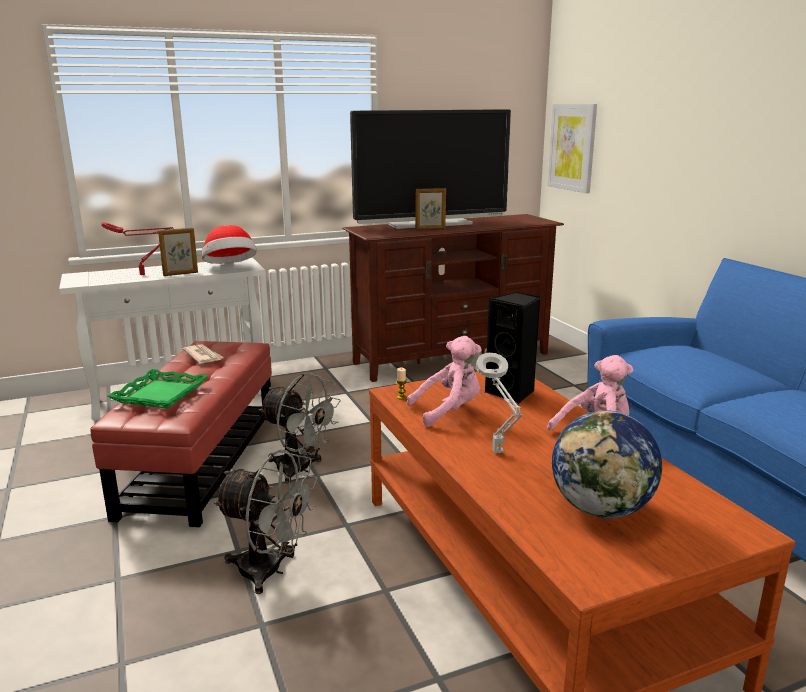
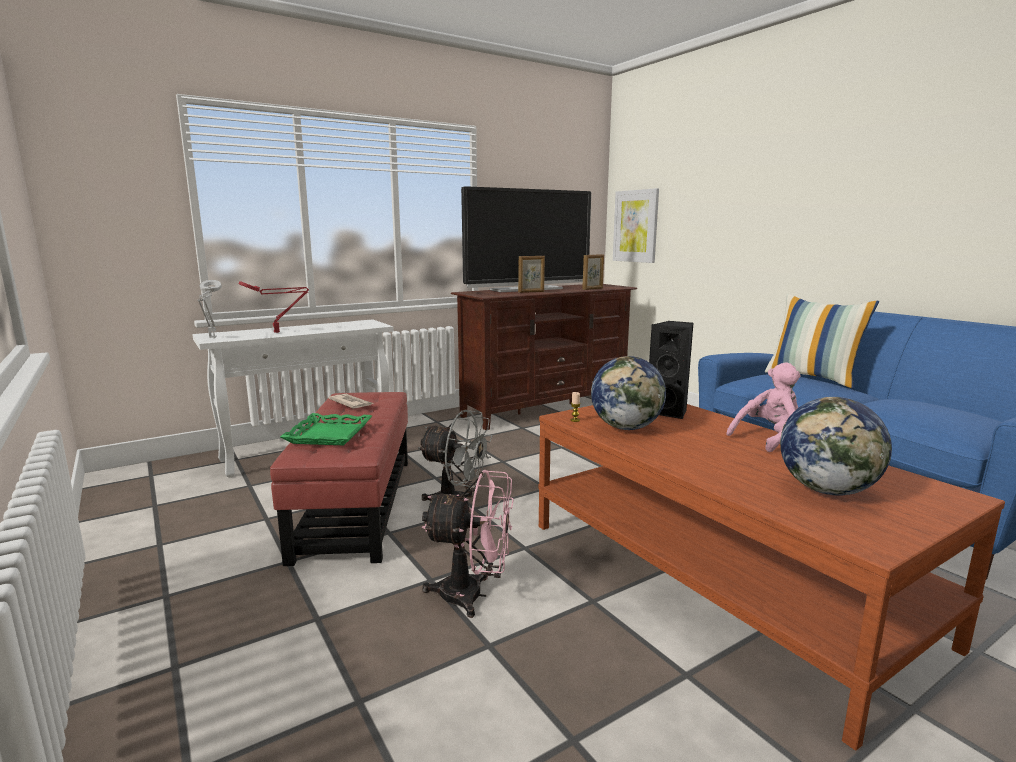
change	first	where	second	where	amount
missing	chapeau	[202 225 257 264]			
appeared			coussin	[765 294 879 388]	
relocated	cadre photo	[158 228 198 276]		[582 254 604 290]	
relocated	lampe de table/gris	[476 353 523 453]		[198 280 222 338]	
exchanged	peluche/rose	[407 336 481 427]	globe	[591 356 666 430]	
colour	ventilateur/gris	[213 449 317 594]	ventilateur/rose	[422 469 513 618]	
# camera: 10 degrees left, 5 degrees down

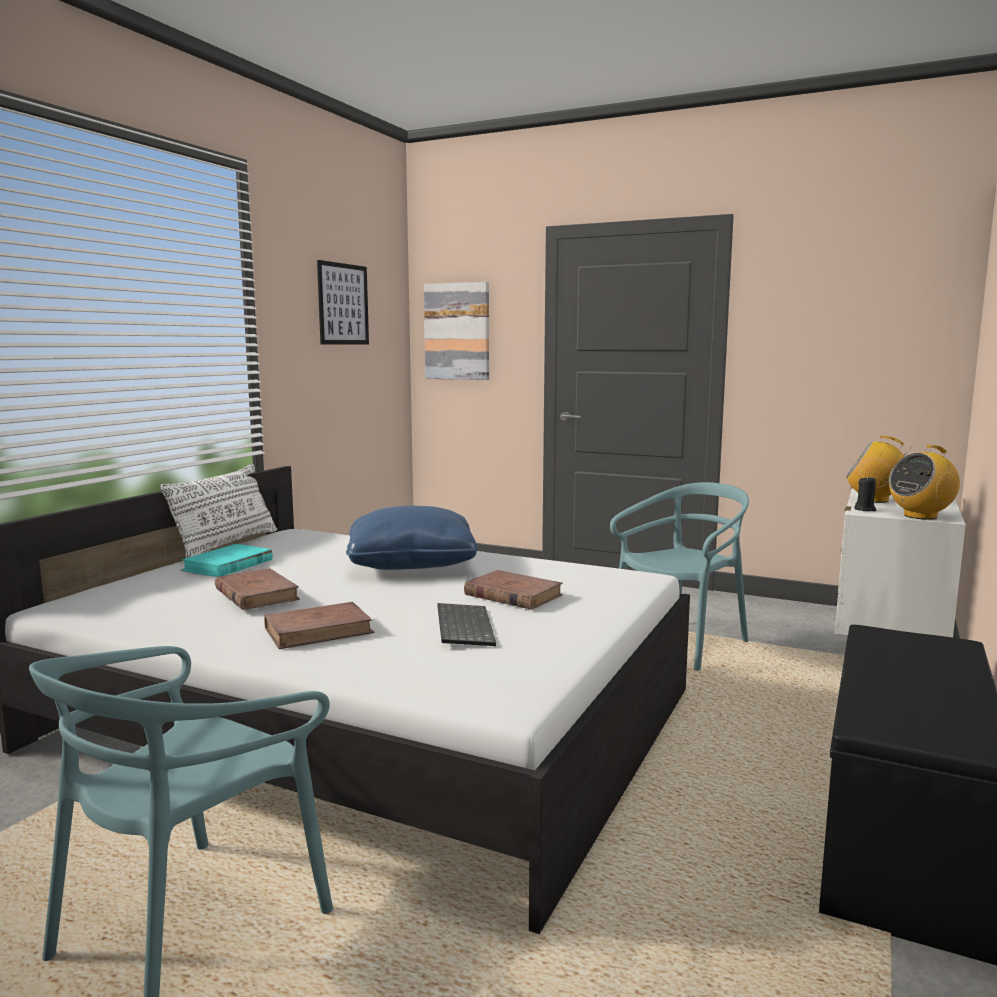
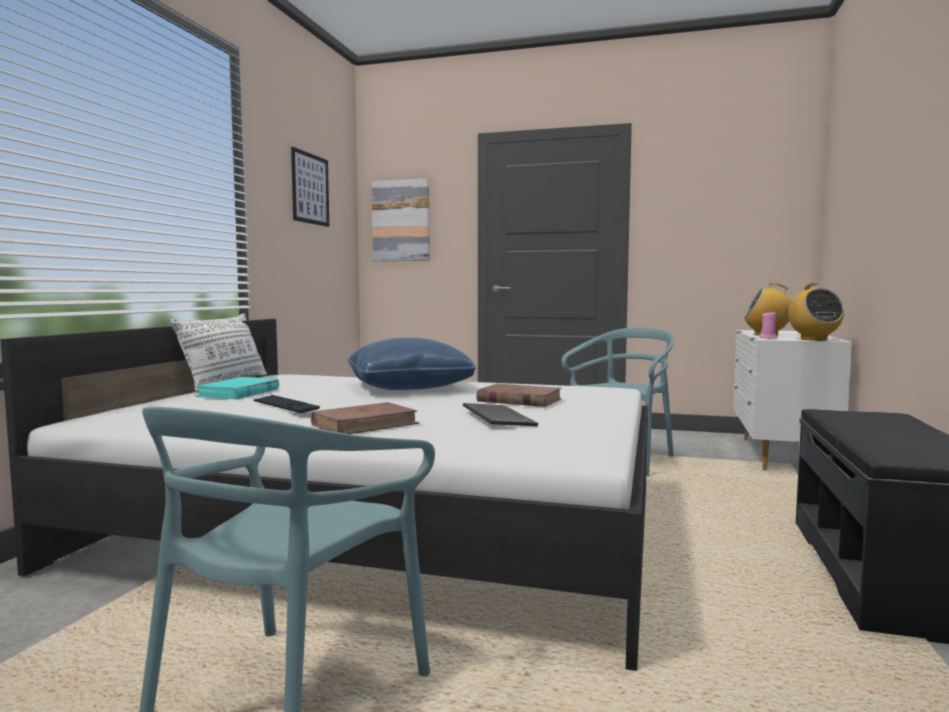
change	first	where	second	where	amount
exchanged	livre/marron	[215 568 300 610]	clavier	[254 395 320 413]	
colour	bougie/noir	[854 477 876 511]	bougie/rose	[759 311 778 338]	
spun	radio	[889 445 960 520]		[788 283 844 341]	60 degrees counterclockwise
# camera: 10 degrees left, 5 degrees down

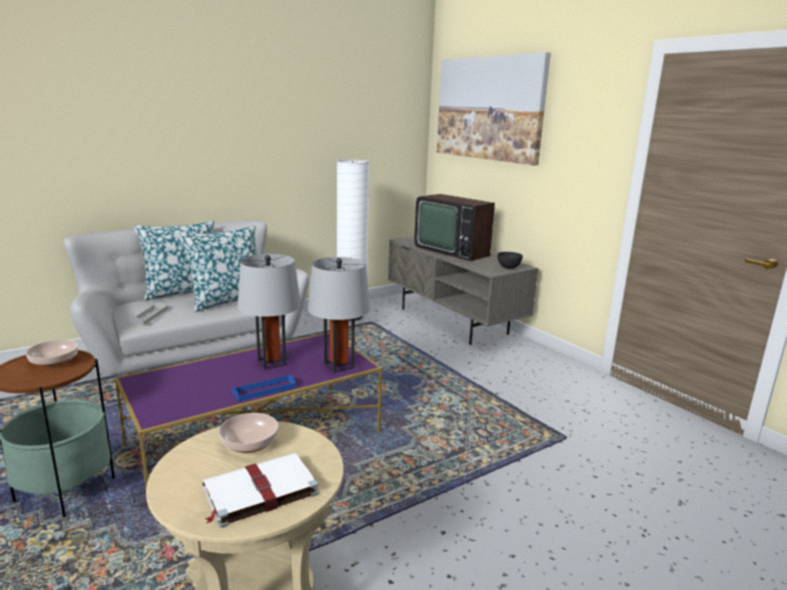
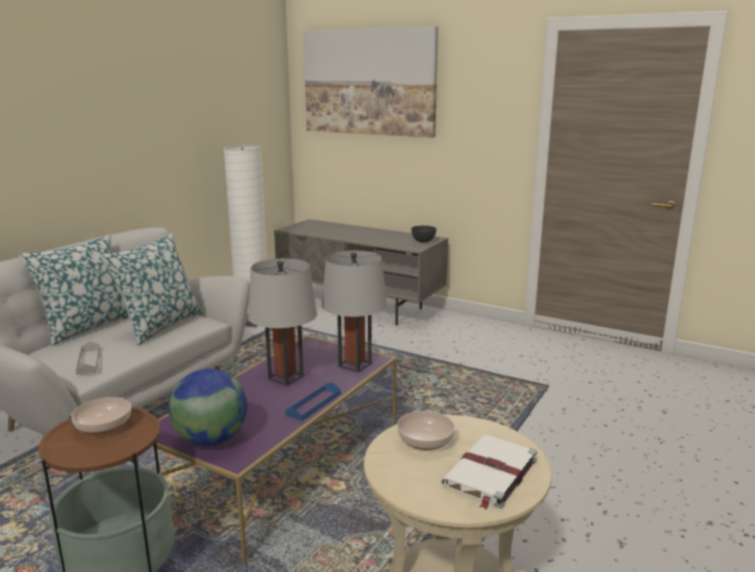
change	first	where	second	where	amount
missing	téléviseur	[414 194 495 261]			
appeared			globe	[169 369 247 446]	
# camera: 25 degrees left, 0 degrees up

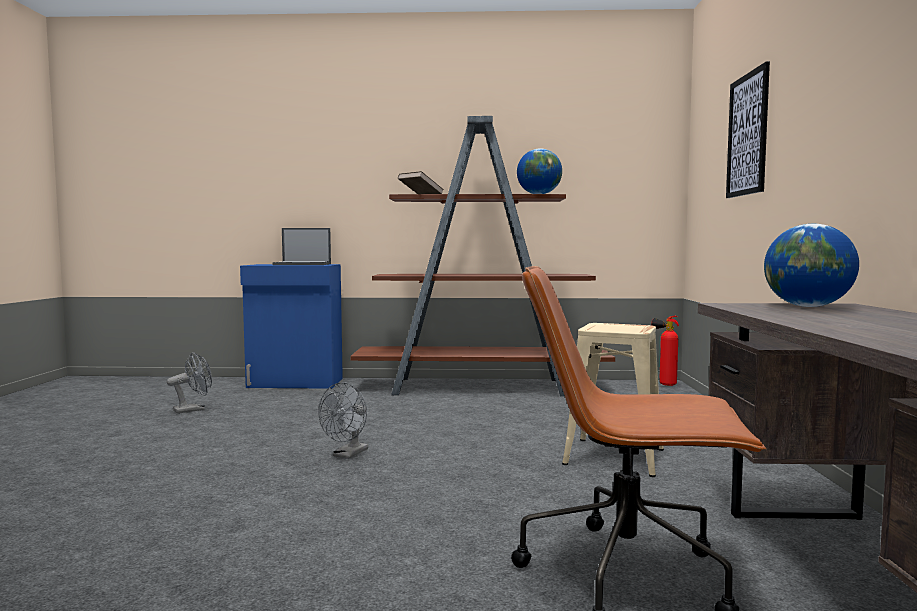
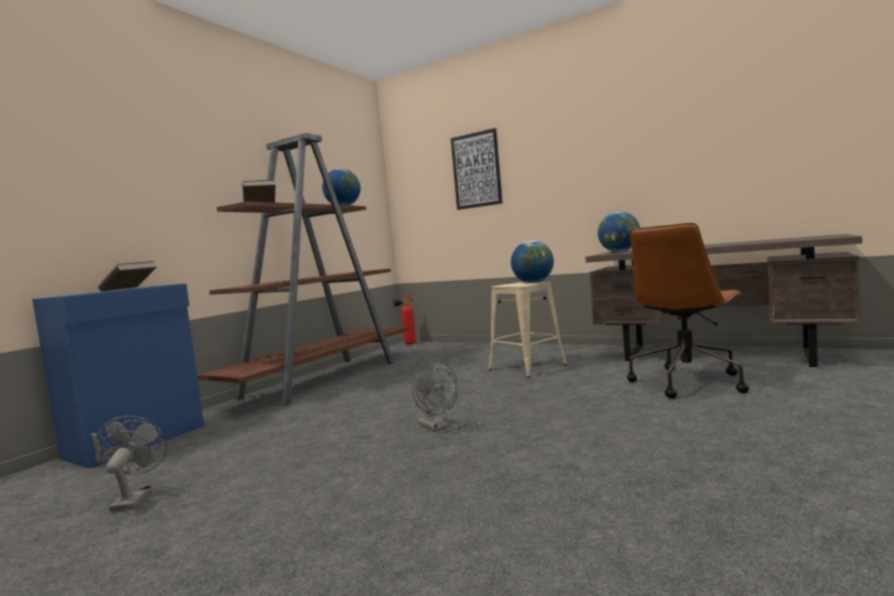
change	first	where	second	where	amount
appeared			globe	[511 241 554 283]	
exchanged	ordinateur portable	[272 228 331 265]	livre/marron	[98 261 157 291]	
# camera: 60 degrees left, 0 degrees up

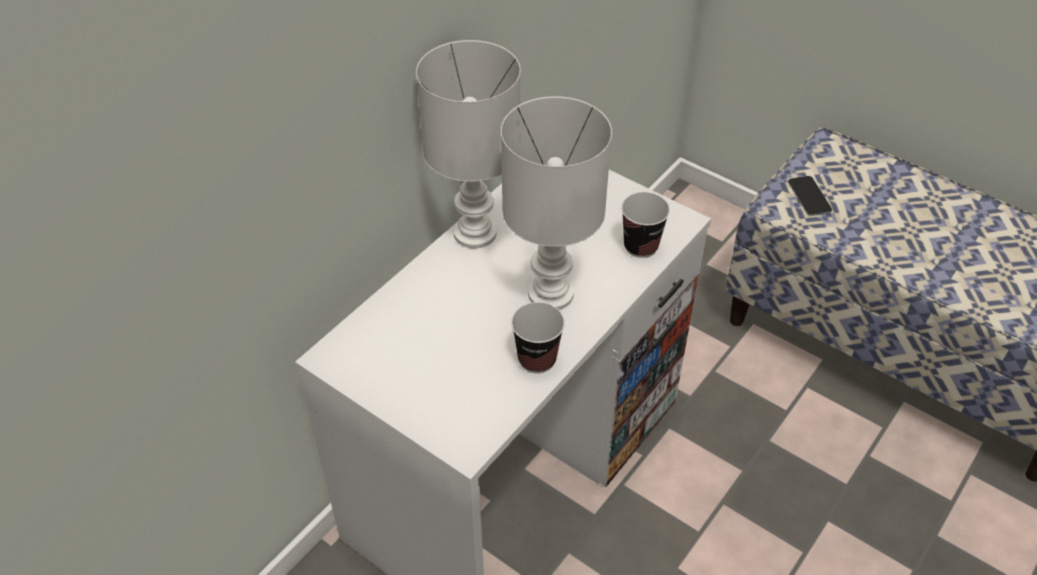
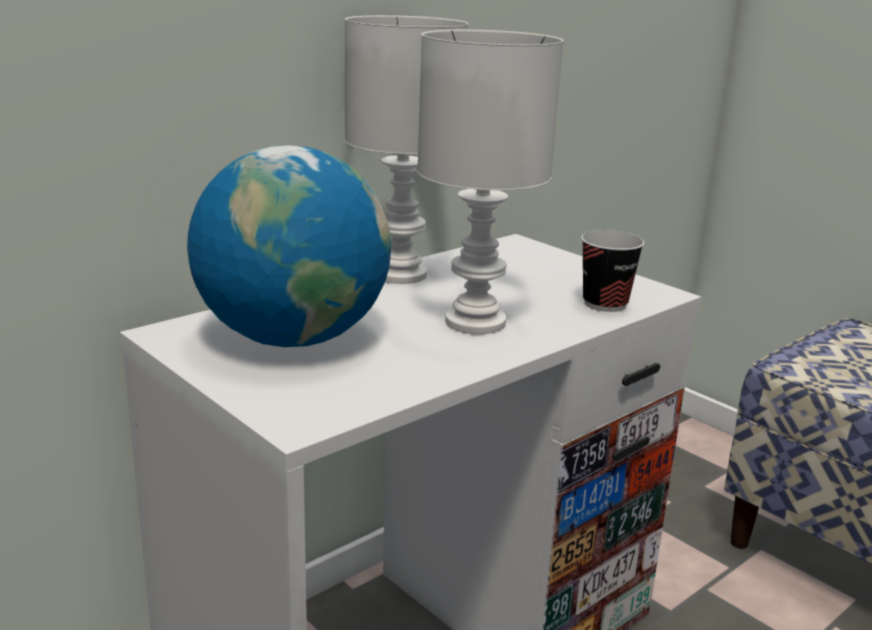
change	first	where	second	where	amount
missing	tasse	[511 302 565 373]			
missing	téléphone	[788 176 832 216]			
appeared			globe	[187 145 391 347]	
# camera: 10 degrees right, 25 degrees down

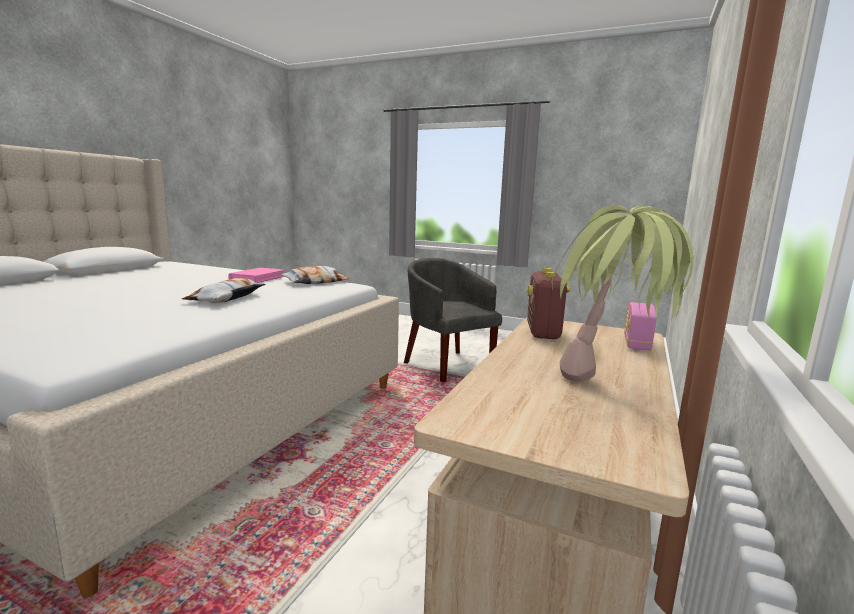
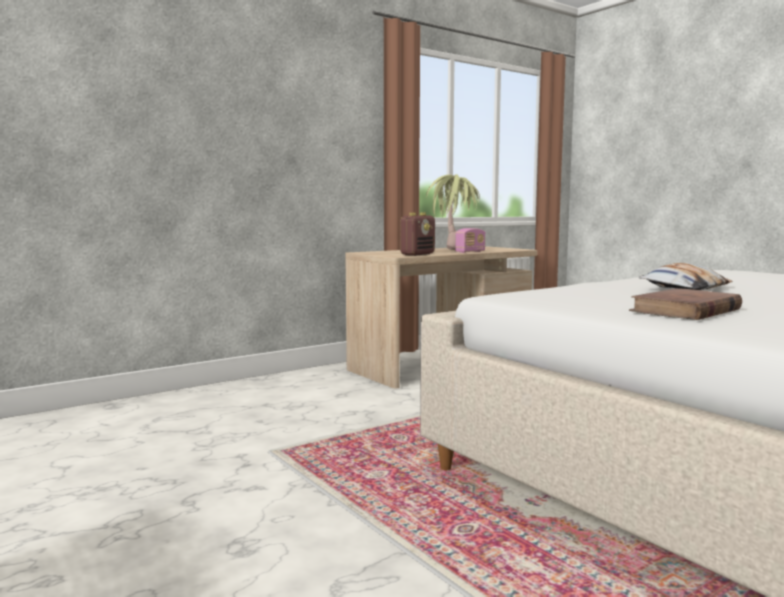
change	first	where	second	where	amount
missing	coussin	[280 266 349 284]			
missing	fauteuil/gris	[404 258 502 382]			
relocated	radio	[624 302 657 351]		[455 228 485 253]	
colour	livre/rose	[228 268 285 283]	livre/marron	[629 288 742 320]	
# camera: 150 degrees left, 5 degrees down

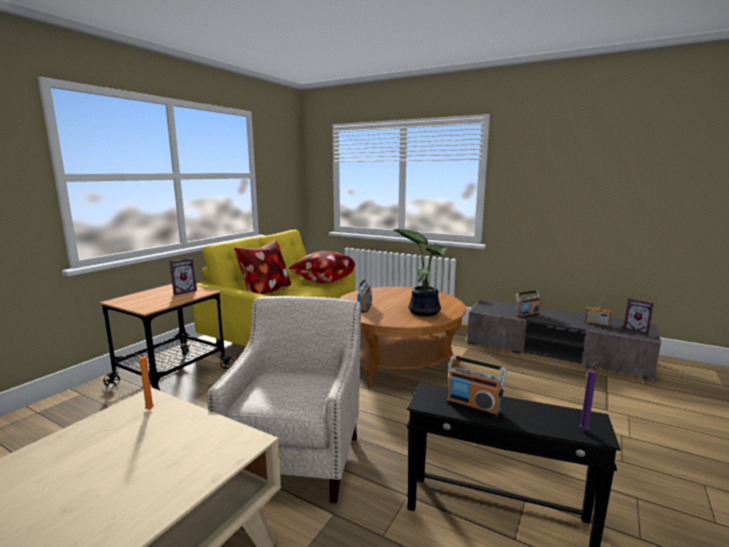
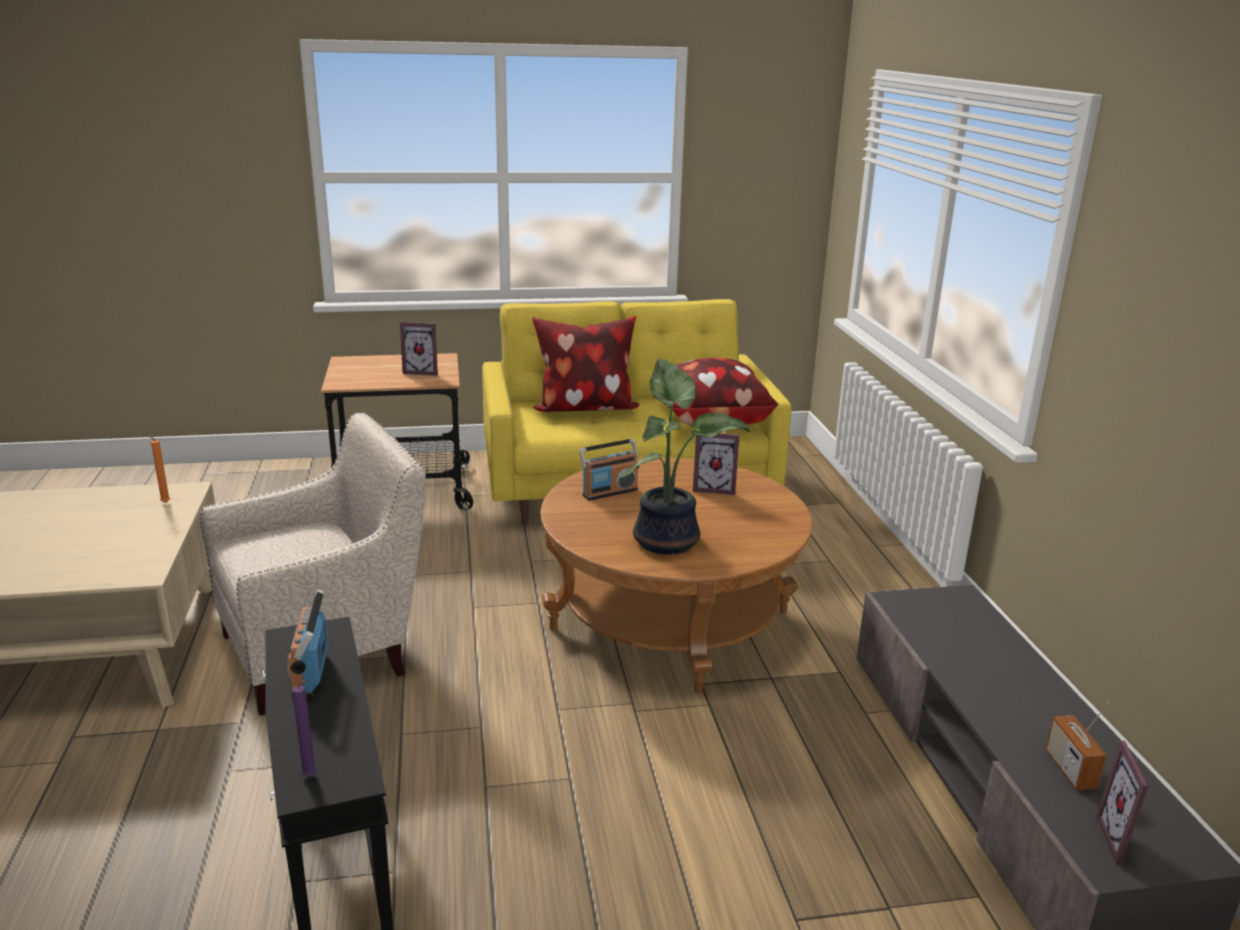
change	first	where	second	where	amount
missing	radio	[515 290 541 318]			
appeared			cadre photo	[693 433 740 495]	
# camera: 50 degrees right, 10 degrees up

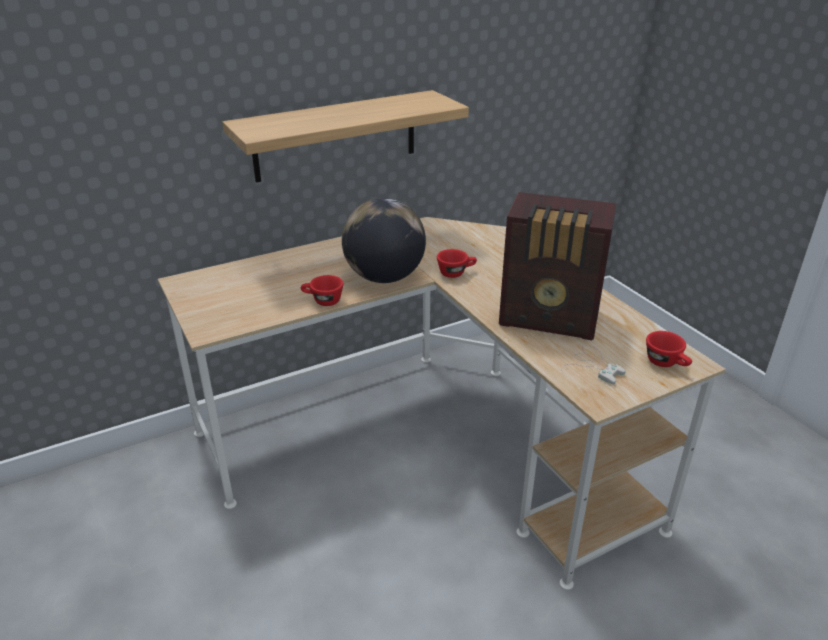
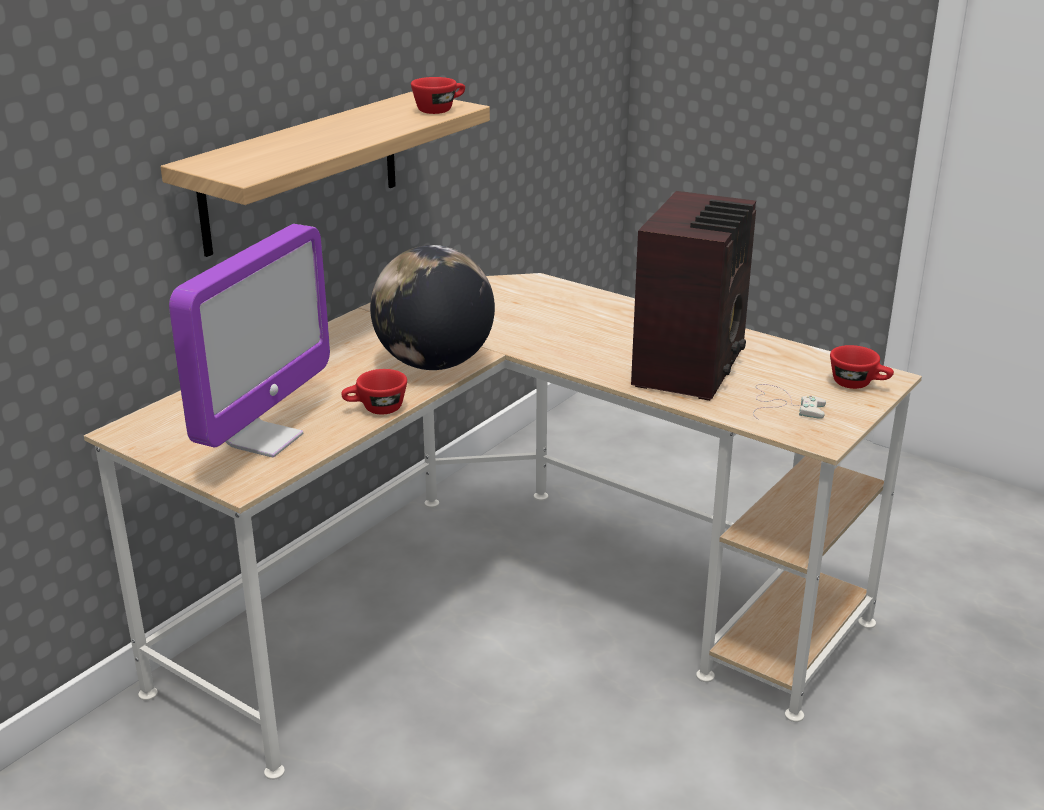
change	first	where	second	where	amount
appeared			écran d'ordinateur	[169 224 330 457]	
relocated	tasse/rouge	[437 249 477 278]		[411 77 465 114]	
spun	radio	[499 192 617 340]		[631 191 756 401]	60 degrees counterclockwise
# camera: 25 degrees left, 5 degrees down

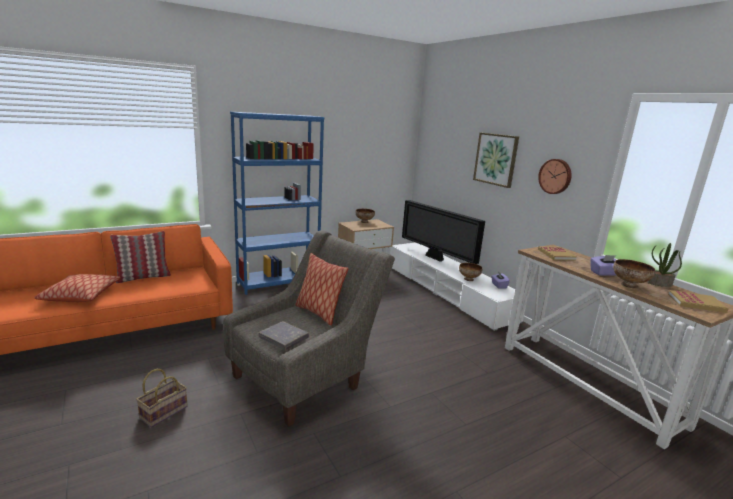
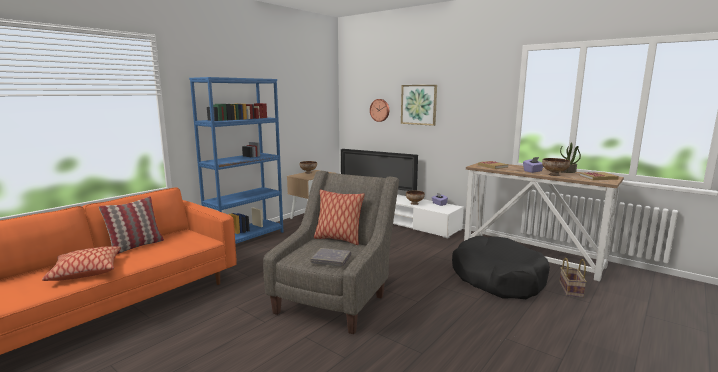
change	first	where	second	where	amount
appeared			panier pour chien/noir	[452 236 550 299]	
relocated	panier	[136 369 188 428]		[559 258 587 298]	
relocated	horloge murale	[538 159 572 194]		[370 99 389 122]	
# camera: 20 degrees left, 5 degrees down

